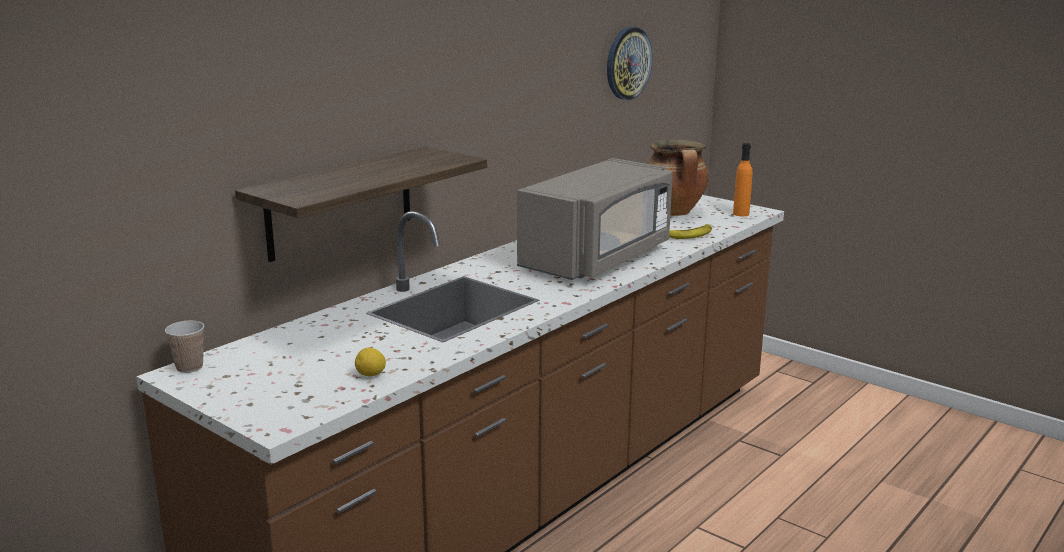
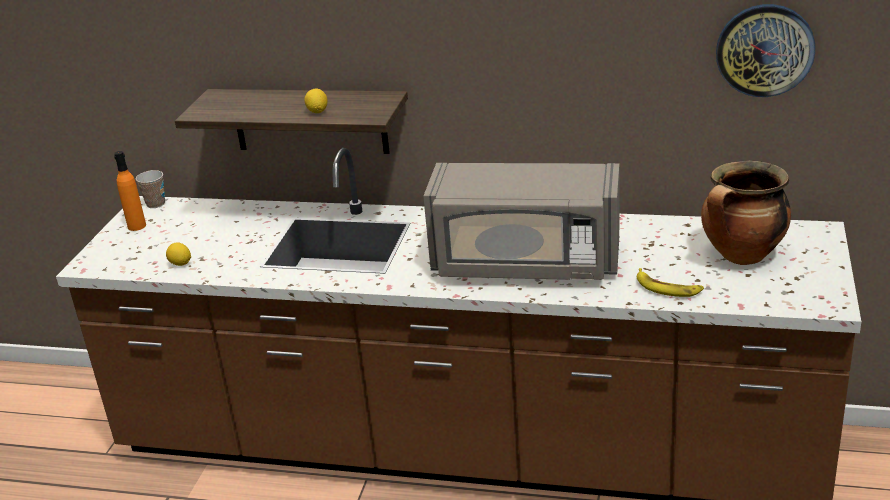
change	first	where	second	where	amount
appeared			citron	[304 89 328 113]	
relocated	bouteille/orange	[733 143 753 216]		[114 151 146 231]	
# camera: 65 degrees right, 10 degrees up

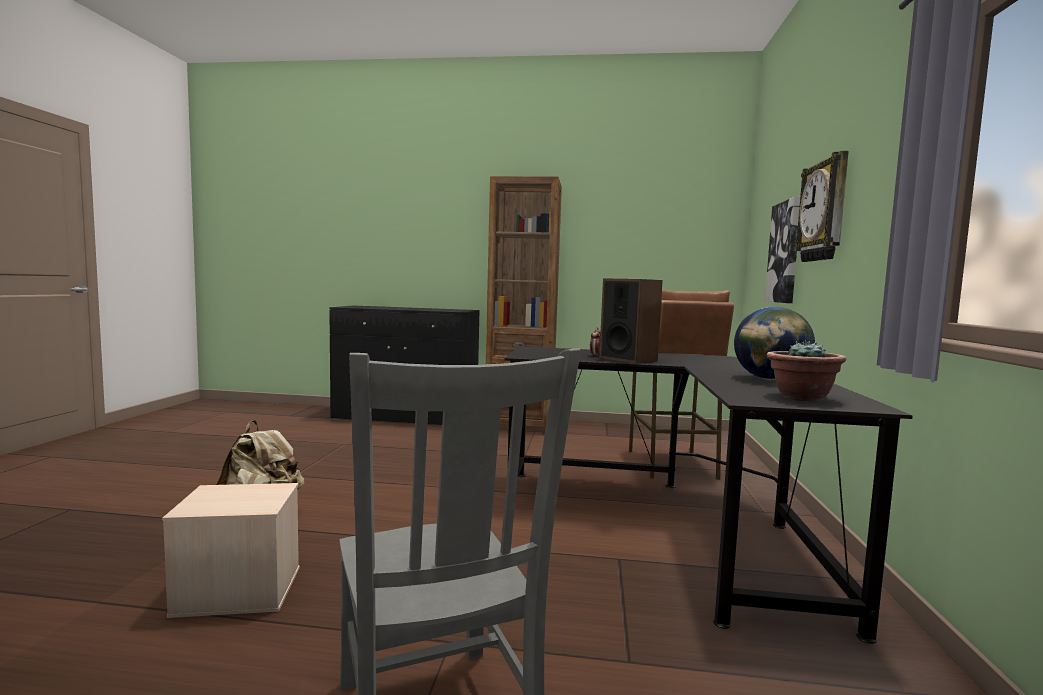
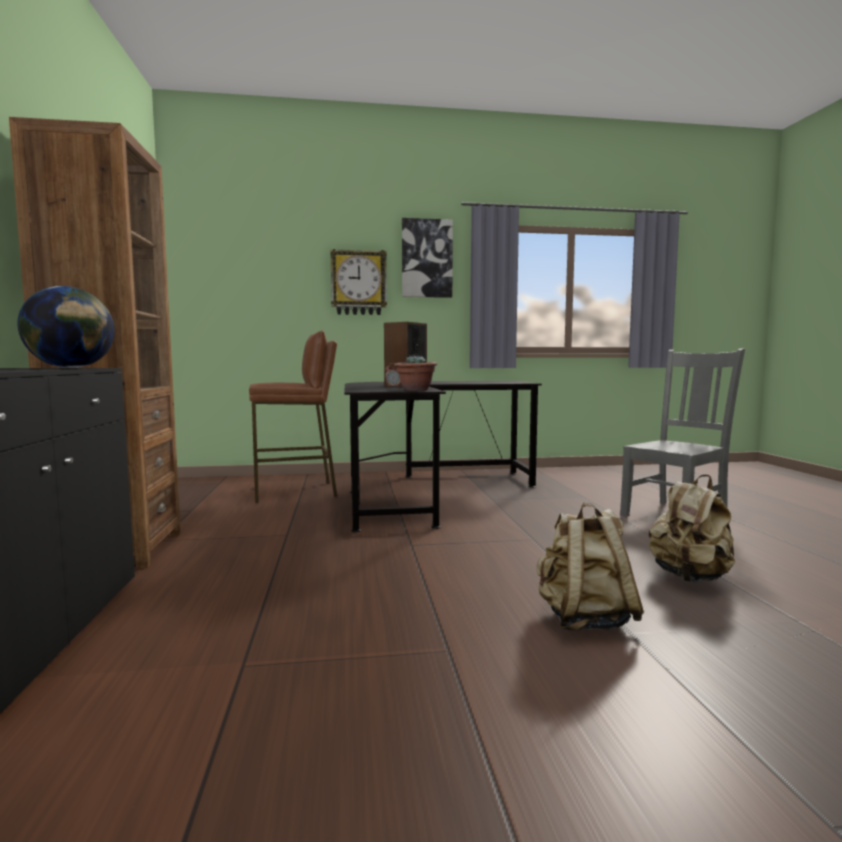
change	first	where	second	where	amount
relocated	globe	[734 307 815 380]		[18 286 115 368]	
relocated	tableau	[765 196 800 303]		[402 218 453 298]	
relocated	plante en pot	[766 340 846 402]		[394 355 437 391]	
exchanged	boîte de rangement/beige	[162 483 300 618]	sac à dos/beige	[649 475 735 583]	
# camera: 105 degrees left, 0 degrees up

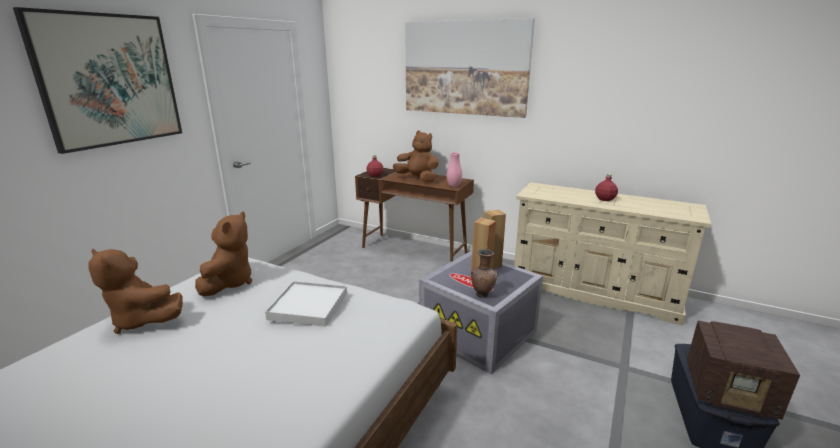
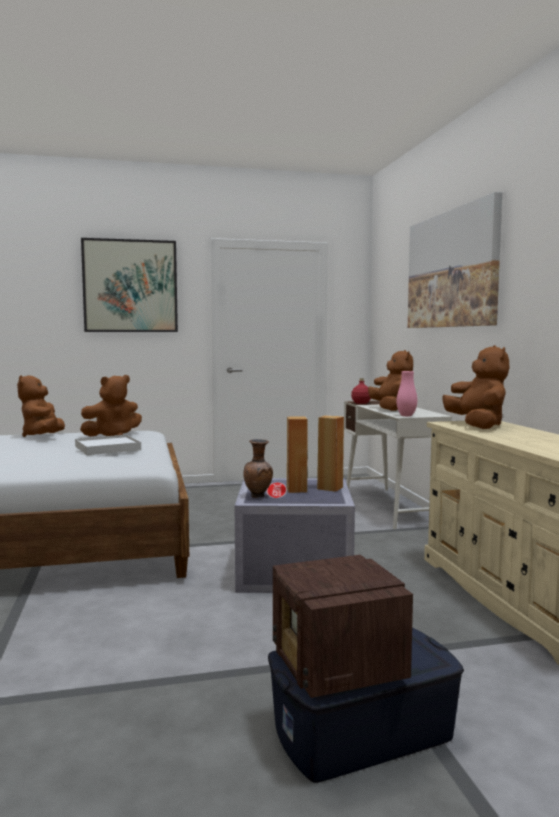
change	first	where	second	where	amount
missing	bouteille/rouge	[595 174 618 201]			
appeared			peluche/marron	[443 345 509 429]	
colour	bureau/marron	[355 168 474 262]	bureau/blanc	[344 401 452 529]	
# camera: 50 degrees right, 15 degrees down

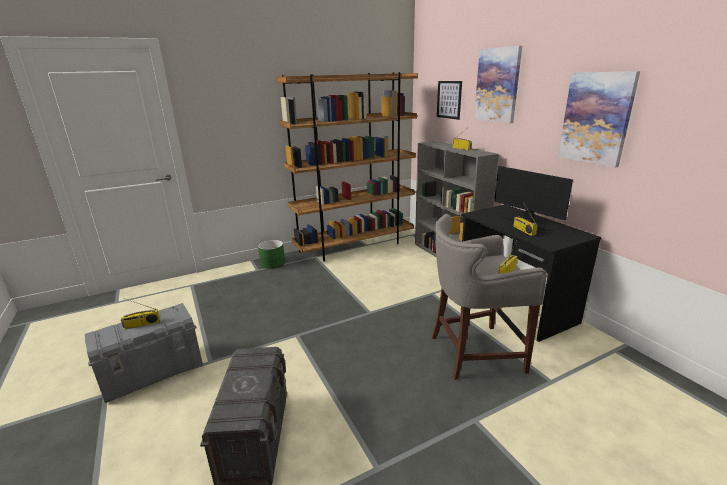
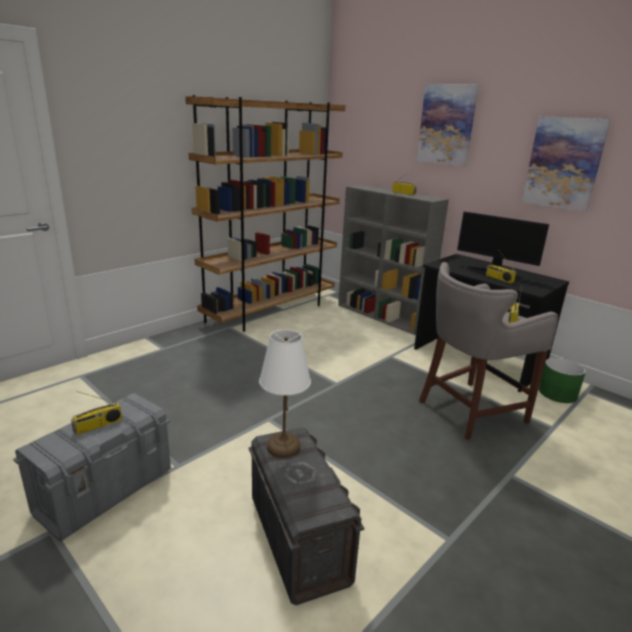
change	first	where	second	where	amount
missing	tableau	[437 81 462 120]			
appeared			lampe de table/blanc	[259 330 311 458]	
relocated	cache-pot/vert	[258 240 285 269]		[539 358 586 403]	
# camera: 20 degrees left, 0 degrees up

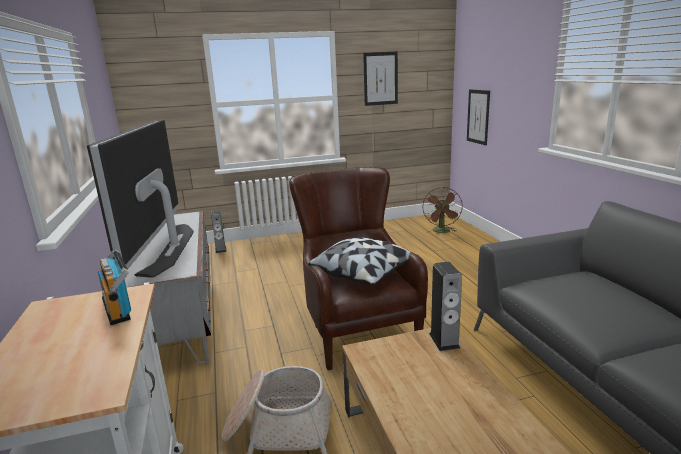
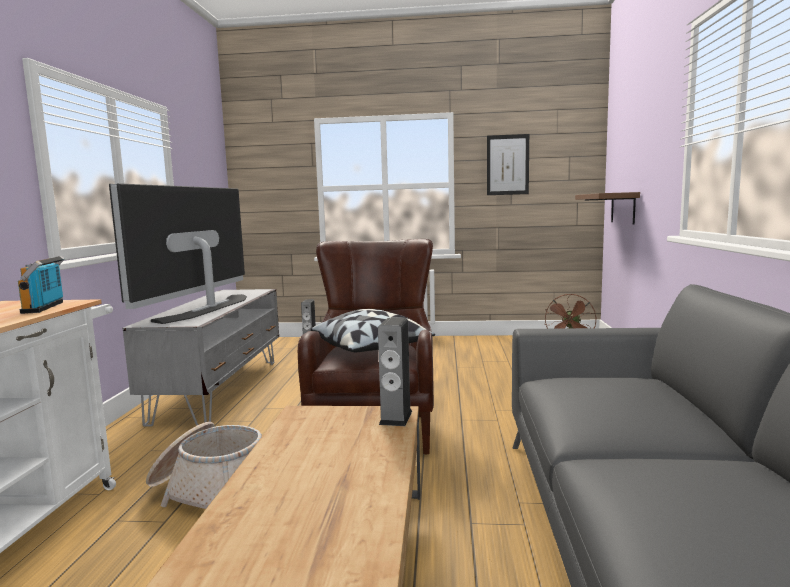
change	first	where	second	where	amount
exchanged	tableau	[467 89 490 146]	étagère/marron	[575 192 640 225]	
# camera: 20 degrees right, 10 degrees down

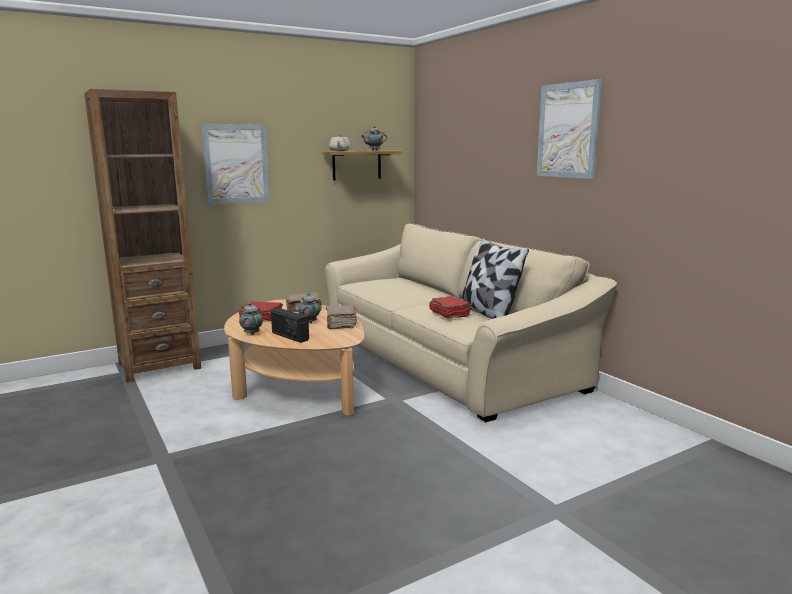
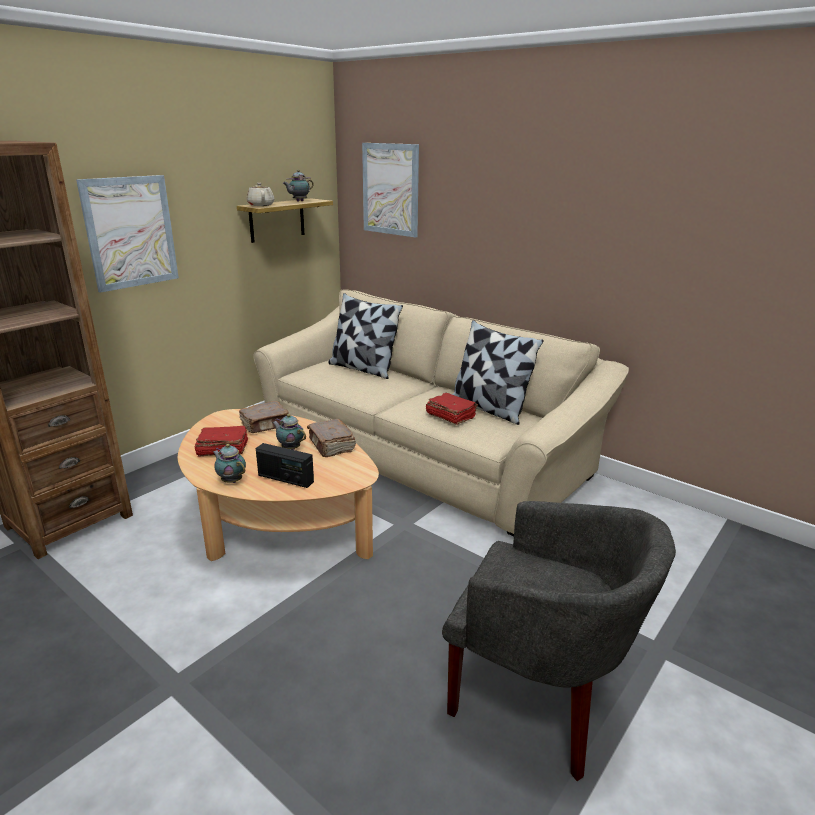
change	first	where	second	where	amount
appeared			coussin	[329 293 403 379]	
appeared			fauteuil/gris	[442 501 676 781]	
relocated	tableau	[537 79 602 179]		[362 143 419 238]	
# camera: 20 degrees left, 10 degrees up

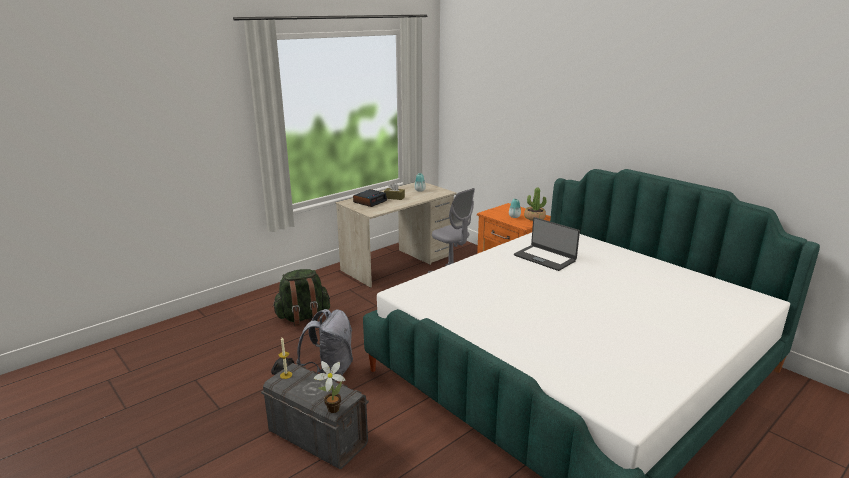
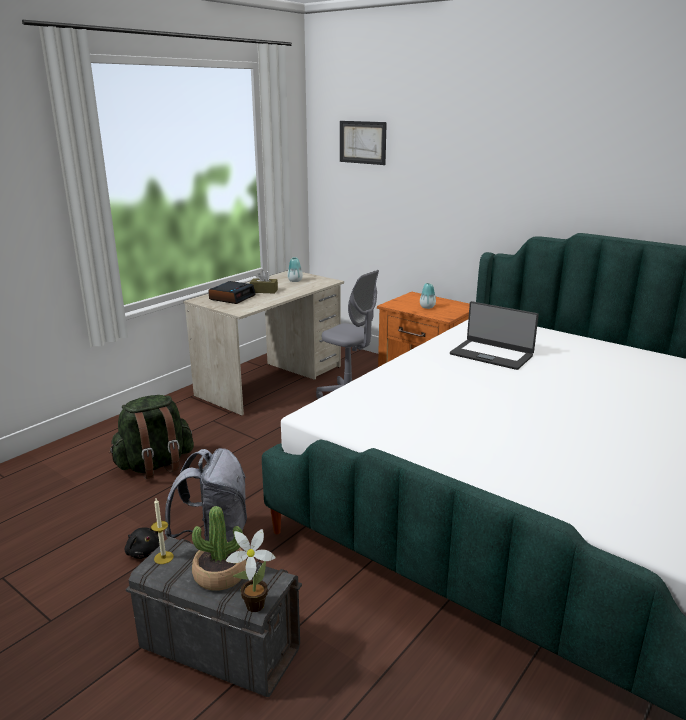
change	first	where	second	where	amount
appeared			tableau	[340 121 387 165]	
relocated	plante en pot	[524 187 546 221]		[192 506 246 591]	
# camera: 10 degrees left, 0 degrees up

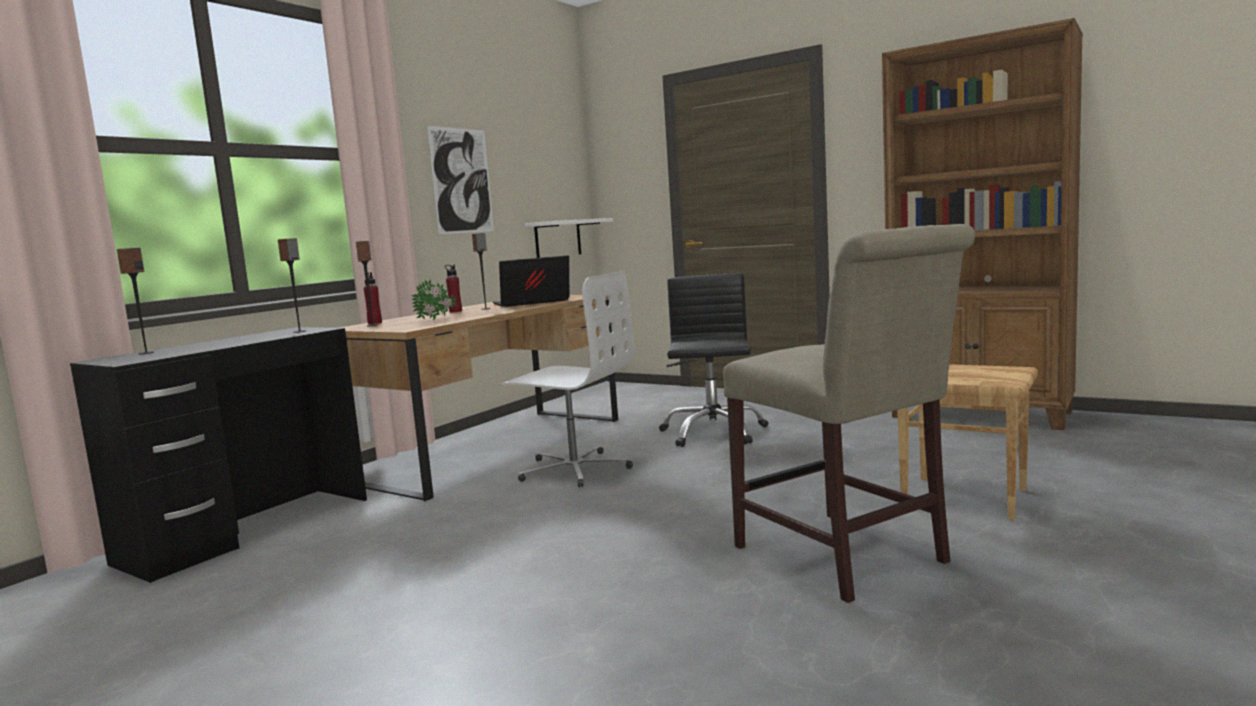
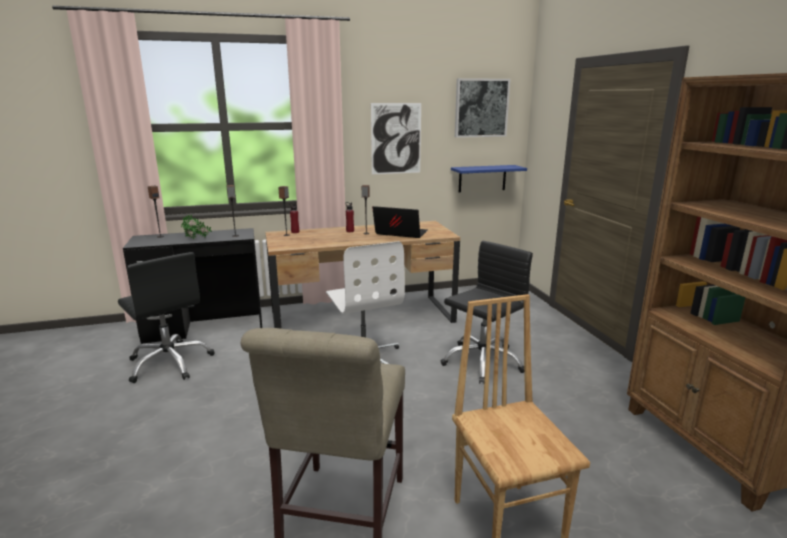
change	first	where	second	where	amount
appeared			chaise de bureau/noir	[118 252 215 383]	
appeared			tableau	[455 78 510 138]	
relocated	plante en pot	[412 279 456 320]		[181 214 212 240]	
colour	étagère/blanc	[525 218 613 258]	étagère/bleu	[451 165 527 192]	
# camera: 40 degrees right, 10 degrees up

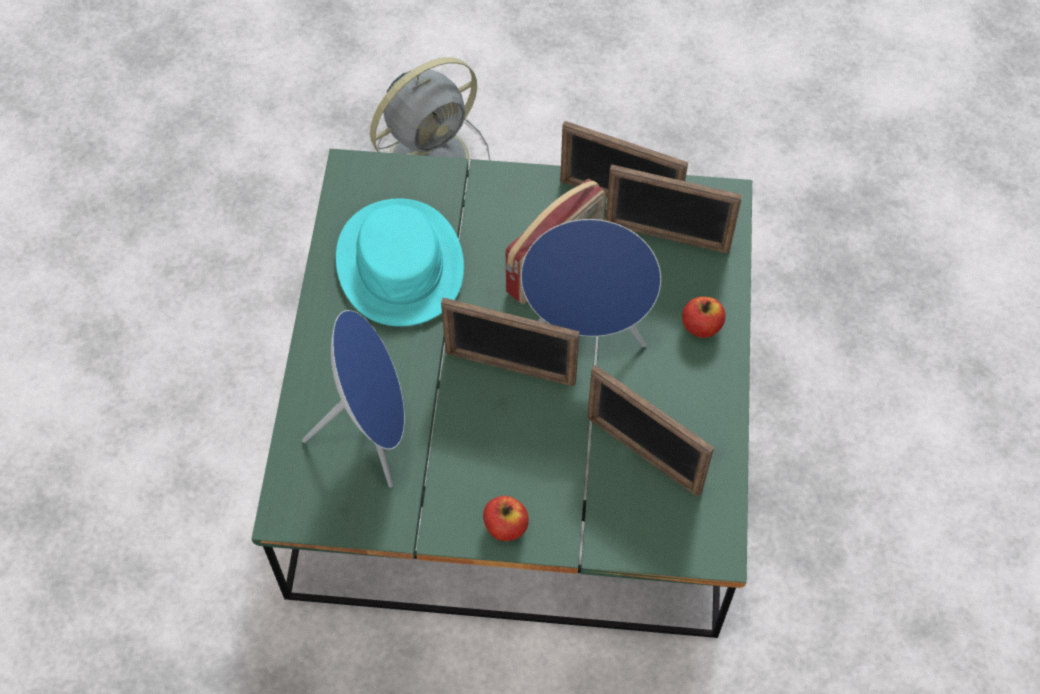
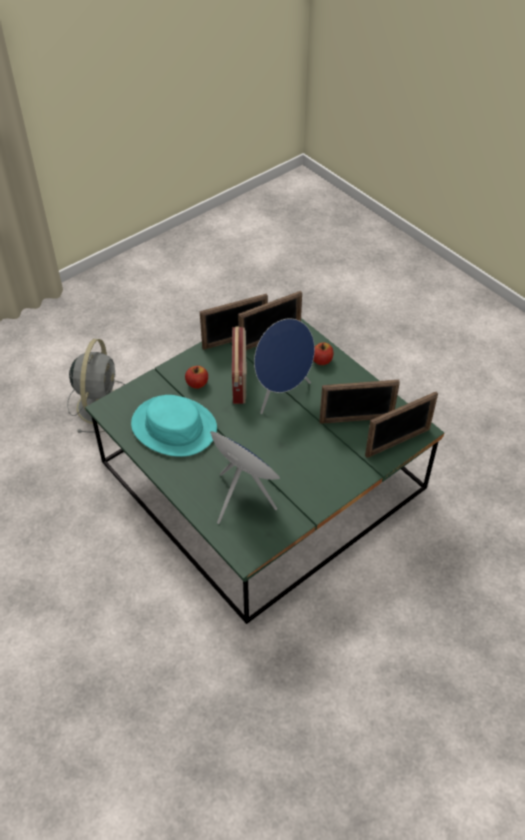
change	first	where	second	where	amount
relocated	cadre photo	[441 297 580 386]		[365 392 438 458]	
relocated	pomme	[483 496 529 541]		[185 366 208 389]	
# camera: 45 degrees left, 10 degrees down

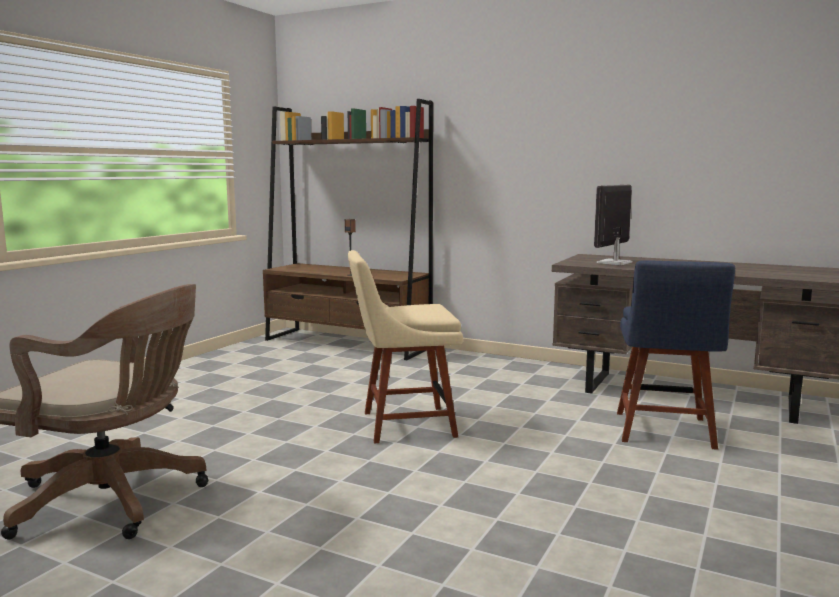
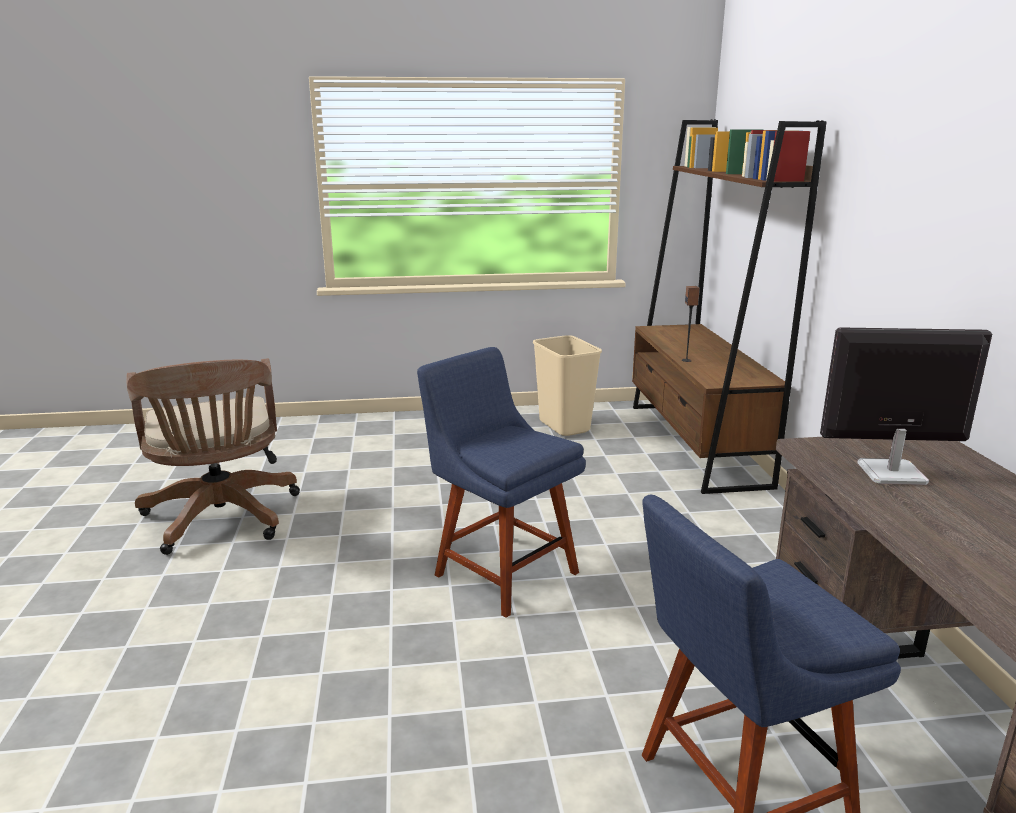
change	first	where	second	where	amount
appeared			poubelle/beige	[533 335 602 436]	
colour	chaise/beige	[348 250 463 444]	chaise/bleu	[417 347 586 618]	
# camera: 55 degrees right, 10 degrees up

